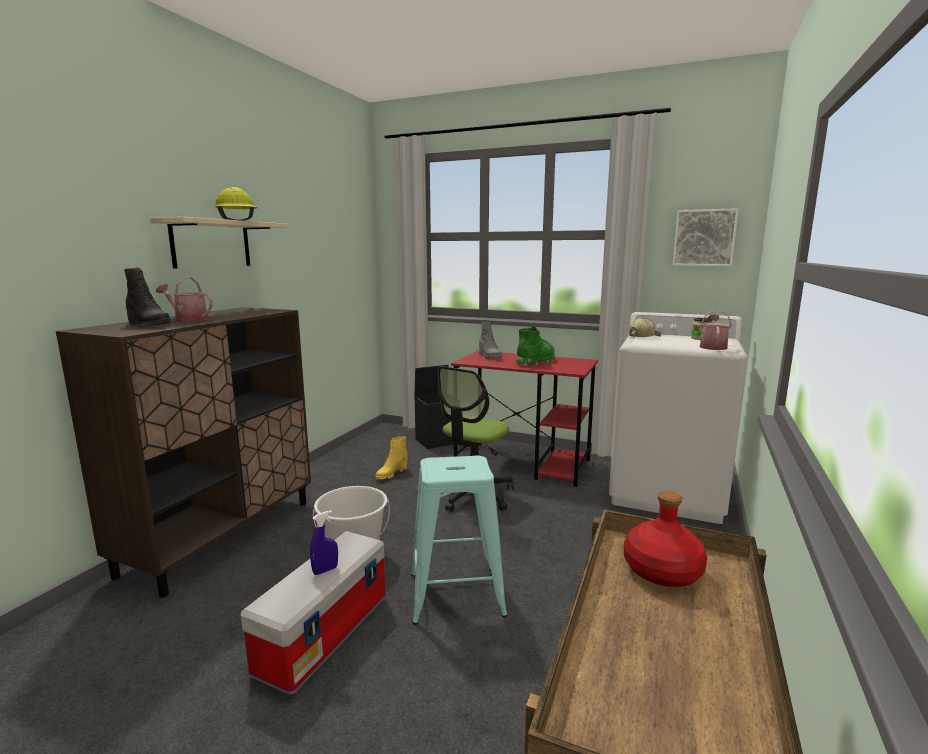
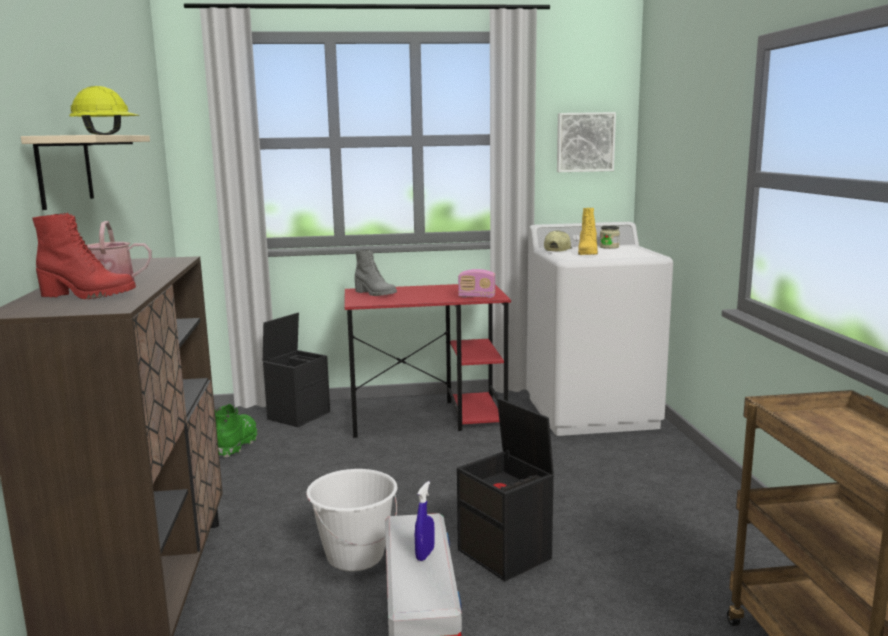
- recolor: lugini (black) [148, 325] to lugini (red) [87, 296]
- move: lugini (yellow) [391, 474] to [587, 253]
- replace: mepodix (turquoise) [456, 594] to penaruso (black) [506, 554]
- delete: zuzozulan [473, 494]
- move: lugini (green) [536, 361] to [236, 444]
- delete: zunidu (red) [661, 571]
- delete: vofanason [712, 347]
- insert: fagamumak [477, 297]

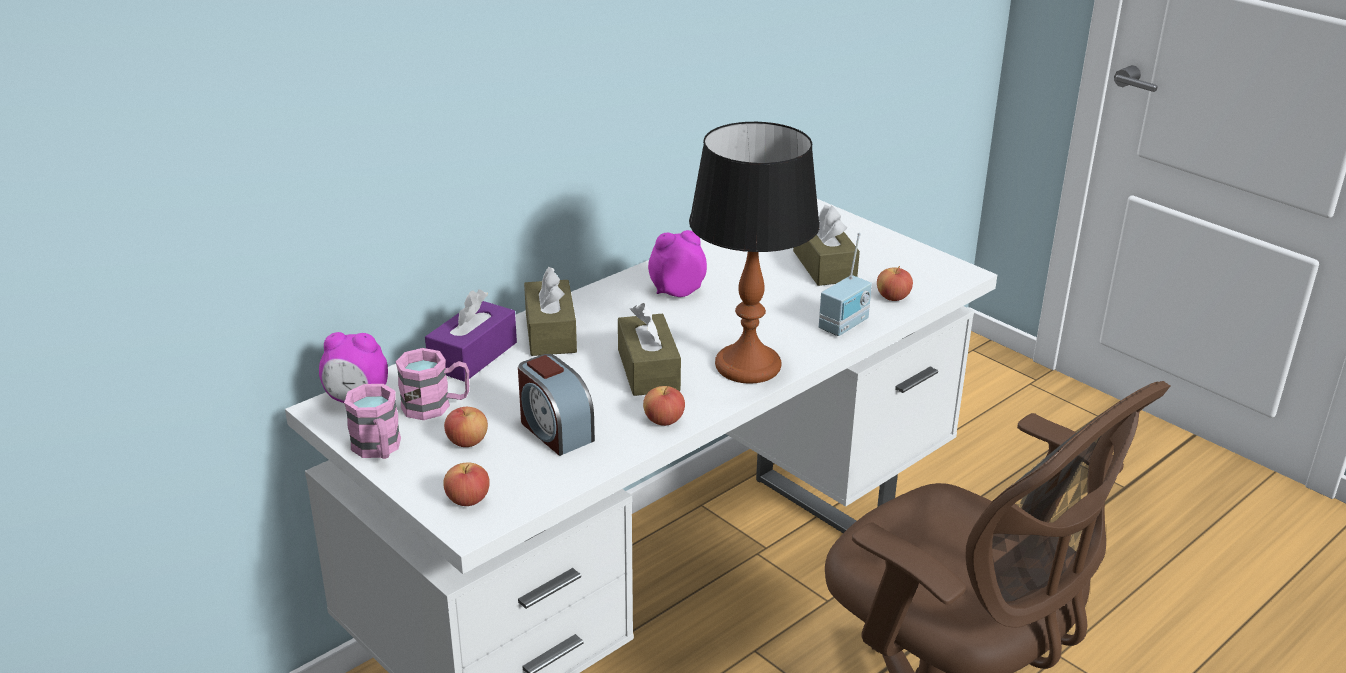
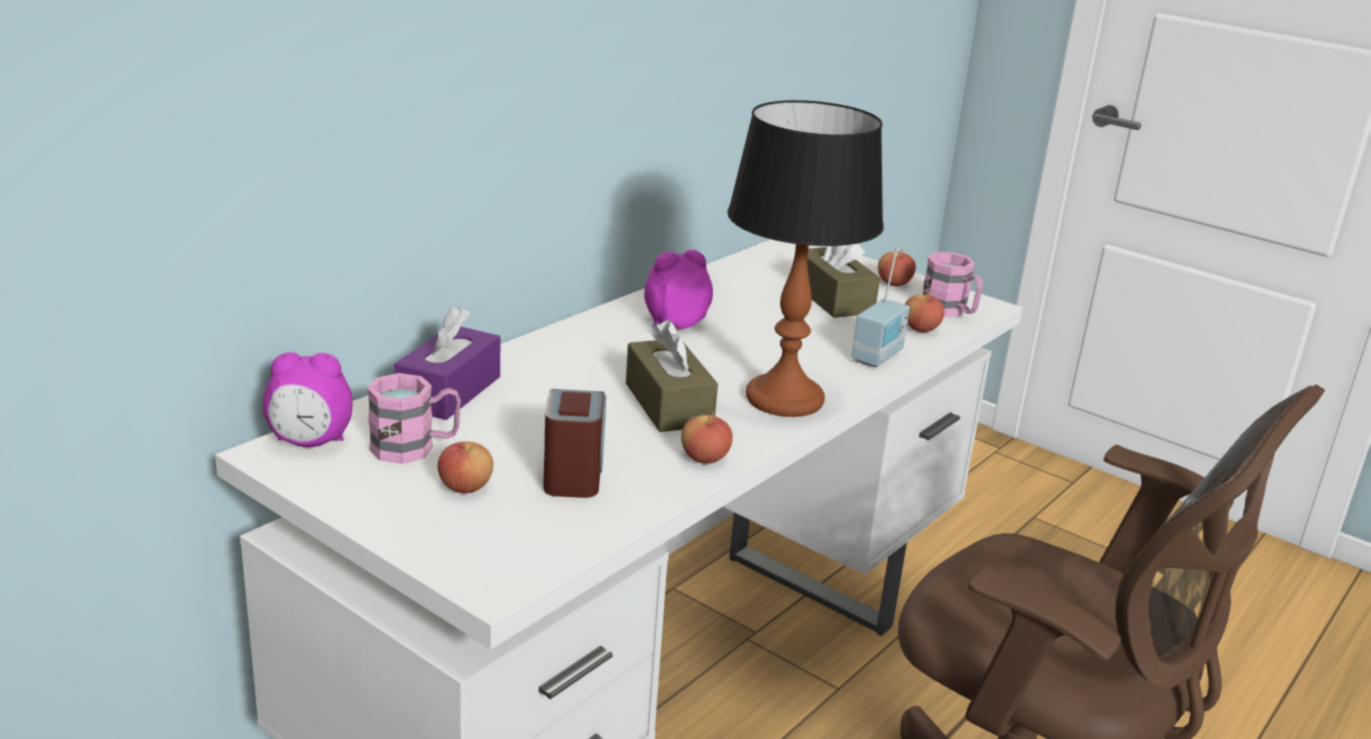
- move: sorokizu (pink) [378, 450] to [950, 311]
- move: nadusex [468, 500] to [894, 283]
- rotate: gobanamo [555, 430] = [574, 472] 135 degrees counterclockwise
- delete: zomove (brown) [550, 333]

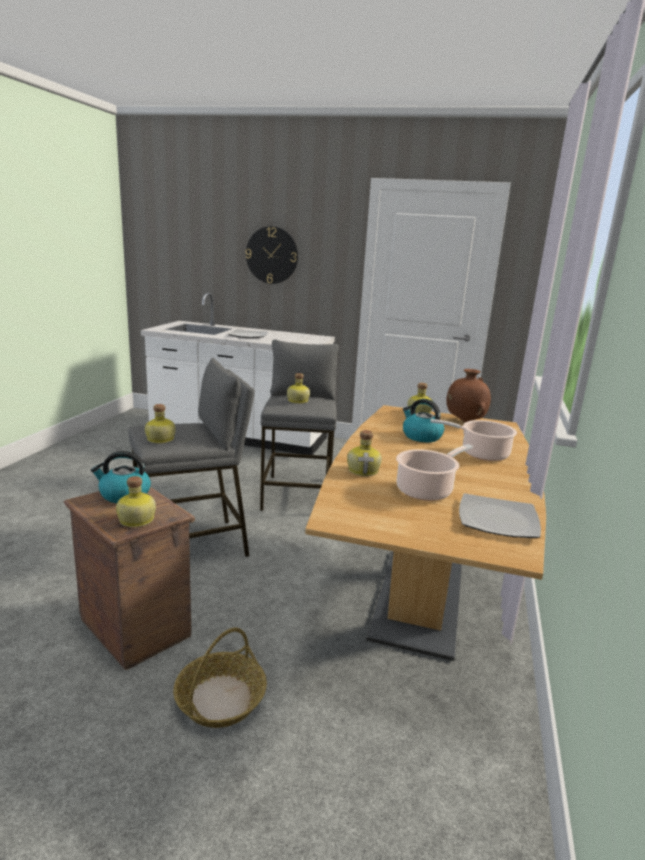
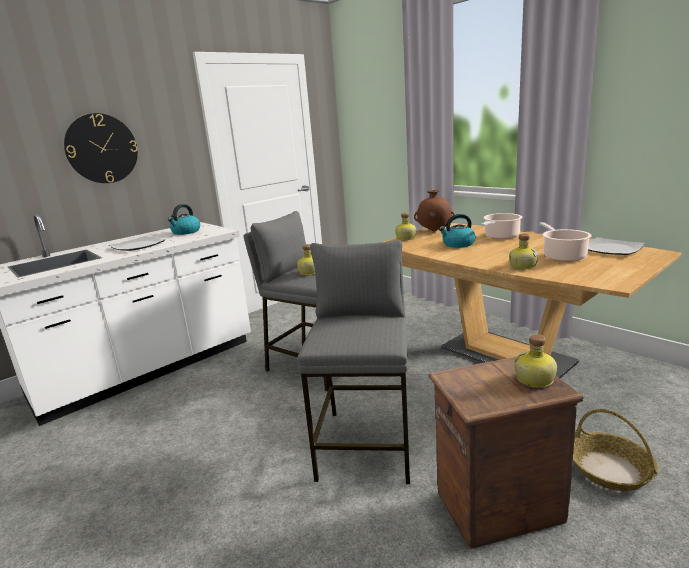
- move: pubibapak [124, 495] to [186, 232]
- delete: zunidu [159, 439]

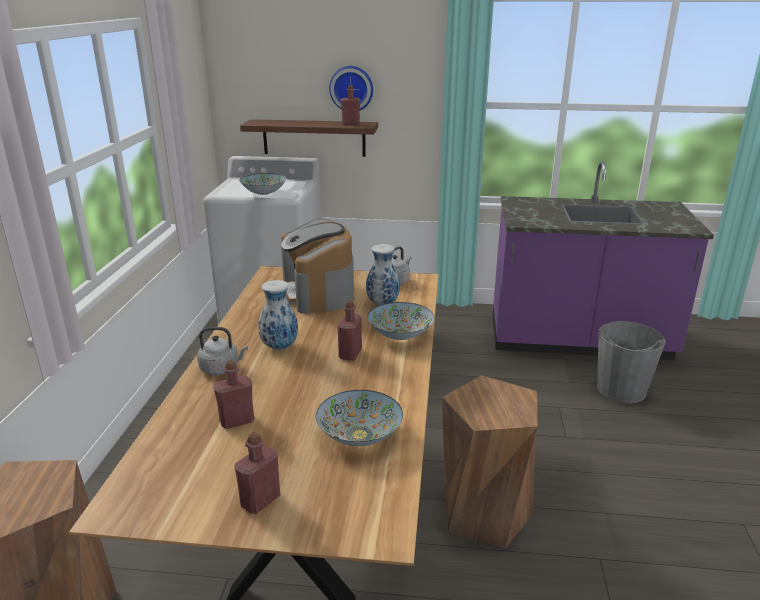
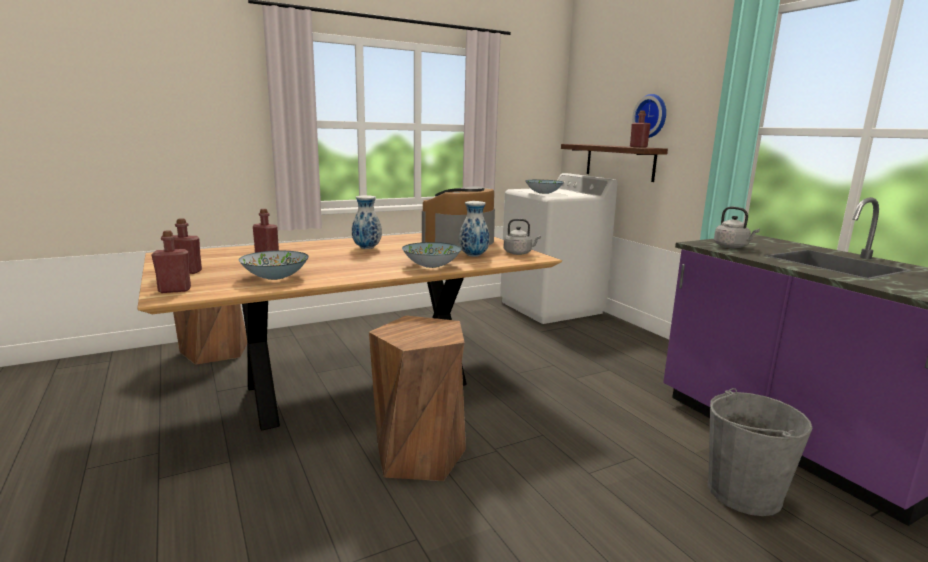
- move: pubibapak (grey) [222, 369] to [732, 247]
- move: zunidu (red) [350, 354] to [174, 290]

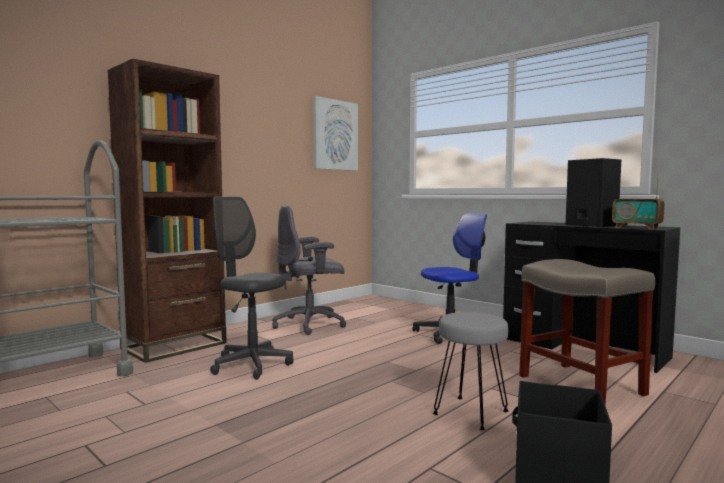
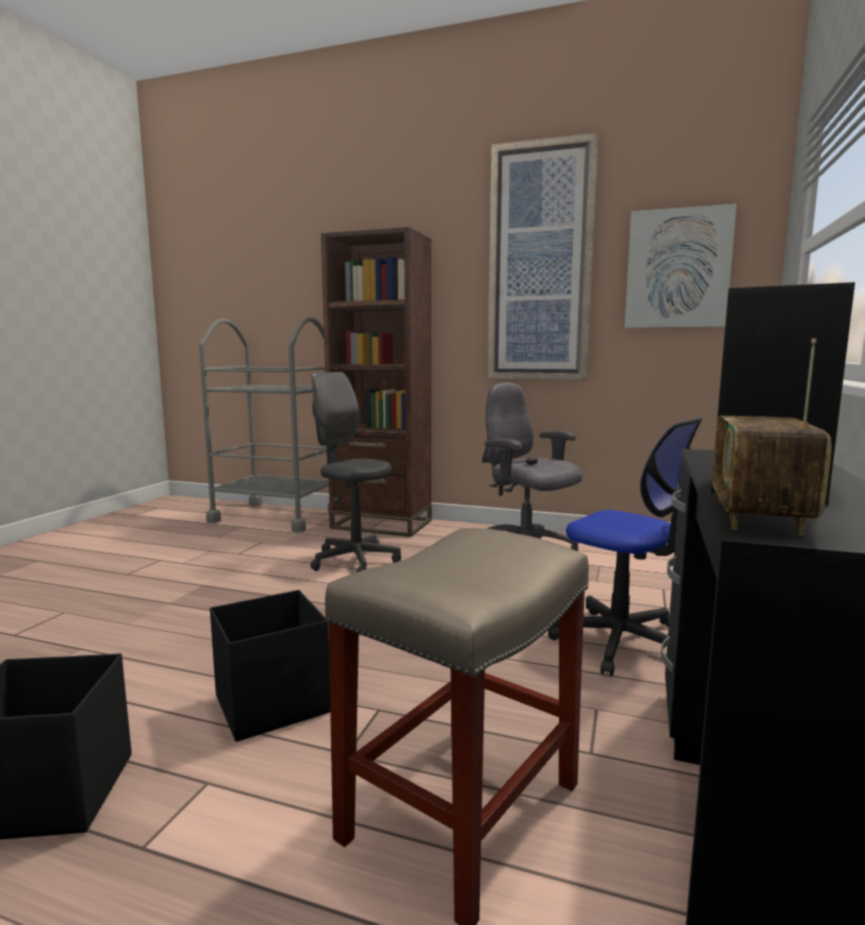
- rotate: zuzozulan (grey) [251, 365] = [355, 561] 60 degrees counterclockwise
- replace: mepodix (grey) [471, 413] to penaruso (black) [270, 704]
- insert: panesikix [540, 264]

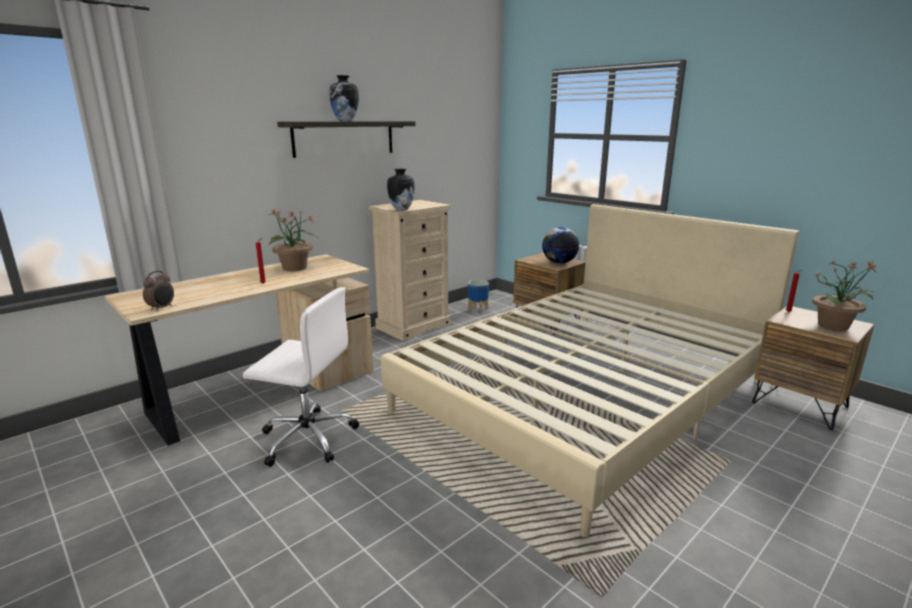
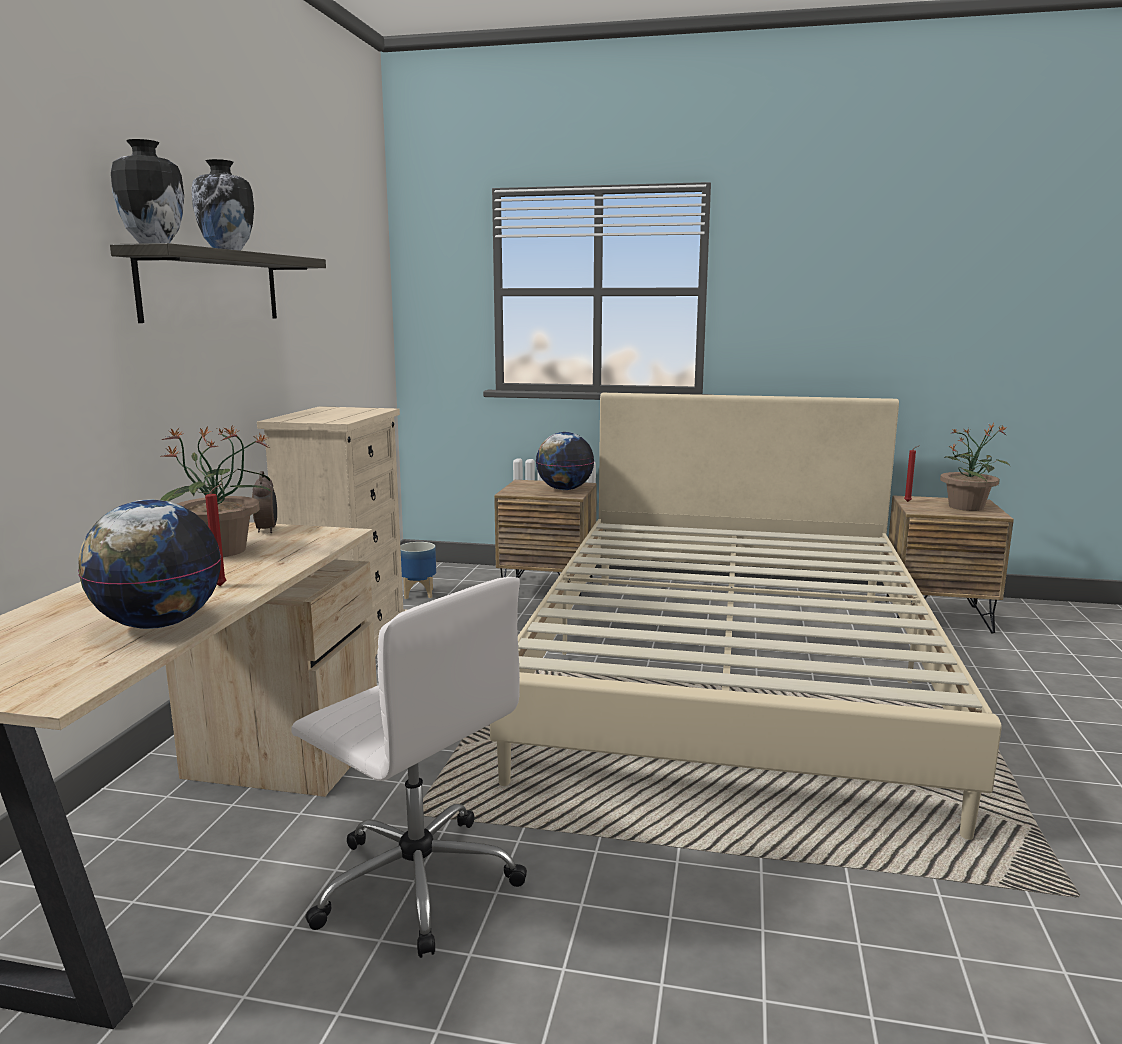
- move: gobanamo [162, 308] to [267, 530]
- rotate: zuzozulan (white) [307, 438] = [416, 881] 60 degrees clockwise
- move: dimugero [401, 209] to [153, 244]
- insert: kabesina [158, 624]

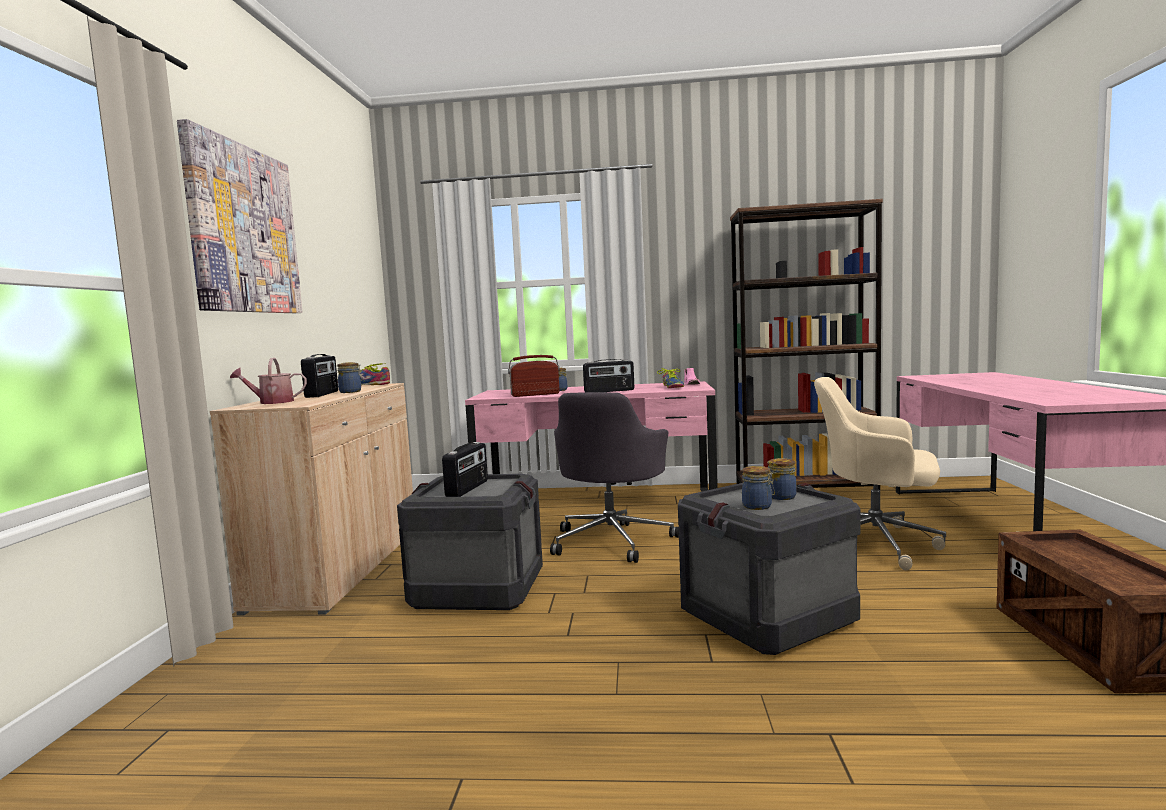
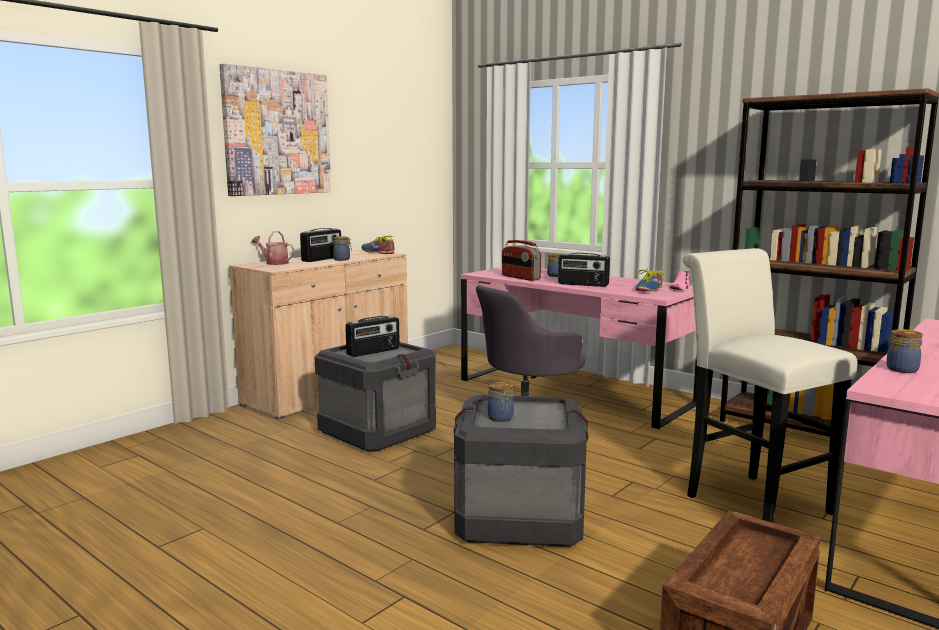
- rotate: fagamumak [535, 394] = [520, 278] 150 degrees counterclockwise
- move: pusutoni [780, 496] to [901, 369]
- replace: zuzozulan (beige) [877, 543] to mepodix (white) [750, 500]

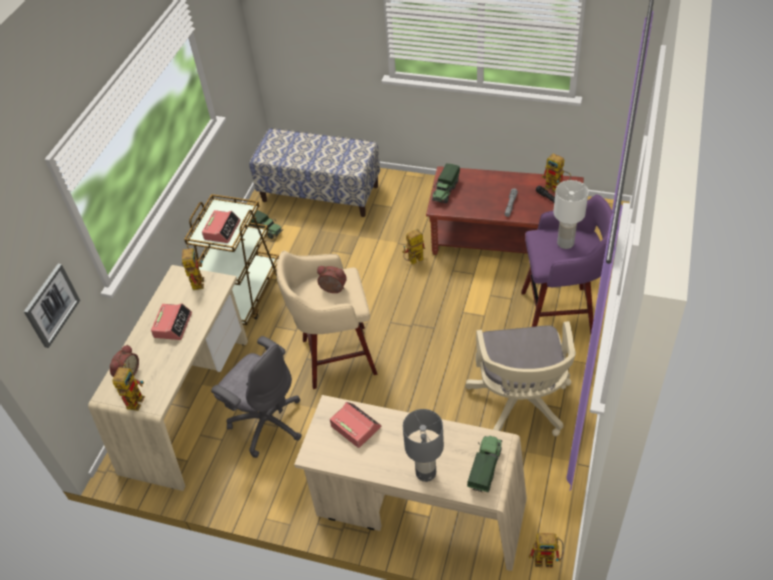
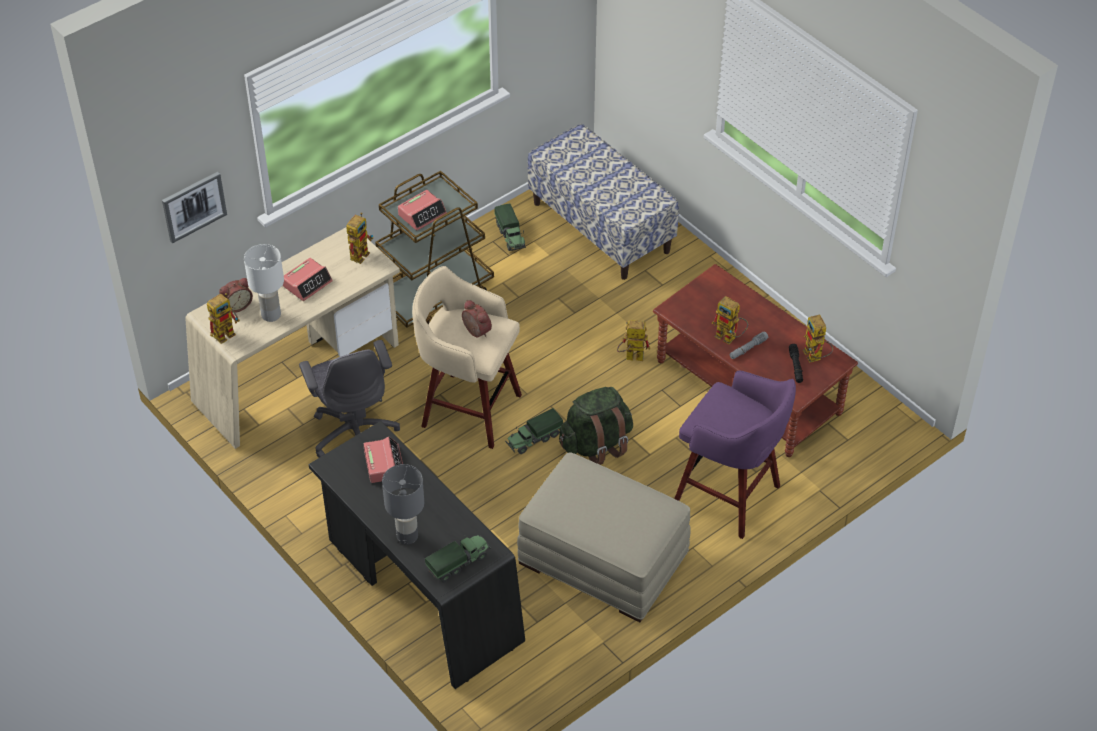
- recolor: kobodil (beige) [419, 511] to kobodil (black) [420, 592]
- move: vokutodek [445, 191] to [534, 439]
- replace: zuzozulan (beige) [520, 404] to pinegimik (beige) [602, 558]
- move: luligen [548, 559] to [730, 337]
- move: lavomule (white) [566, 243] to [271, 315]
- insert: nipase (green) [596, 444]

